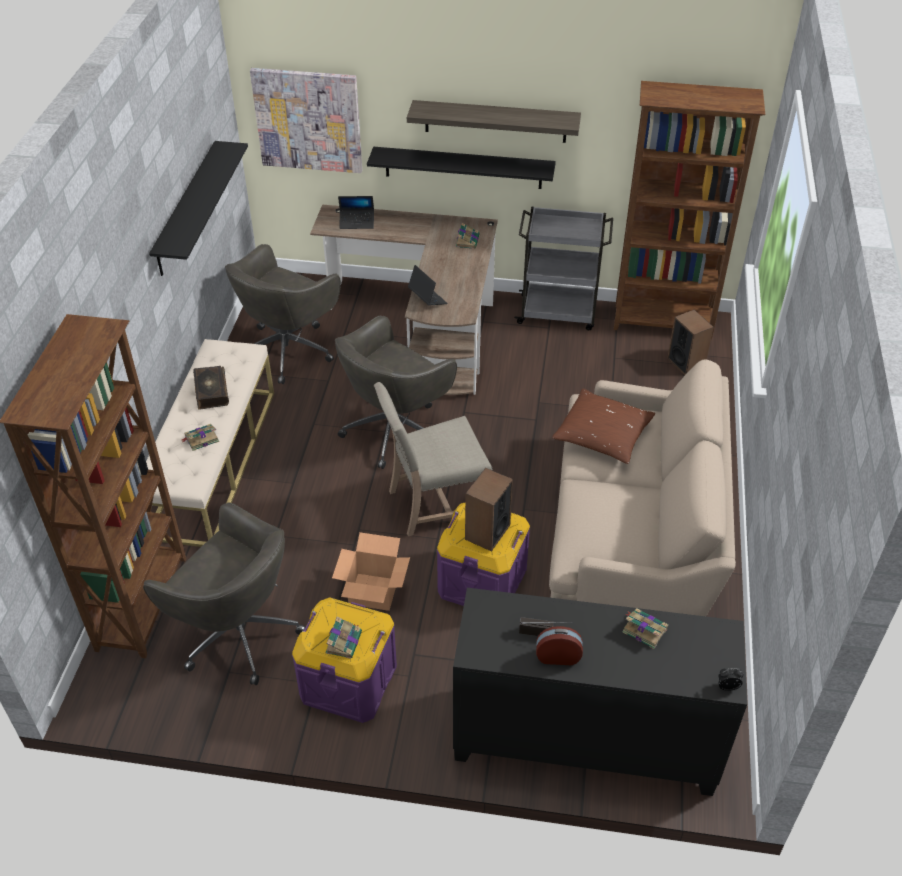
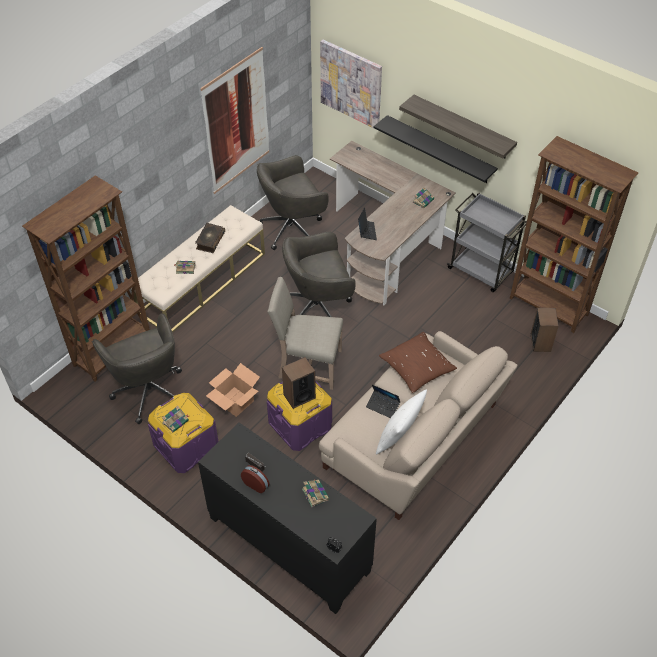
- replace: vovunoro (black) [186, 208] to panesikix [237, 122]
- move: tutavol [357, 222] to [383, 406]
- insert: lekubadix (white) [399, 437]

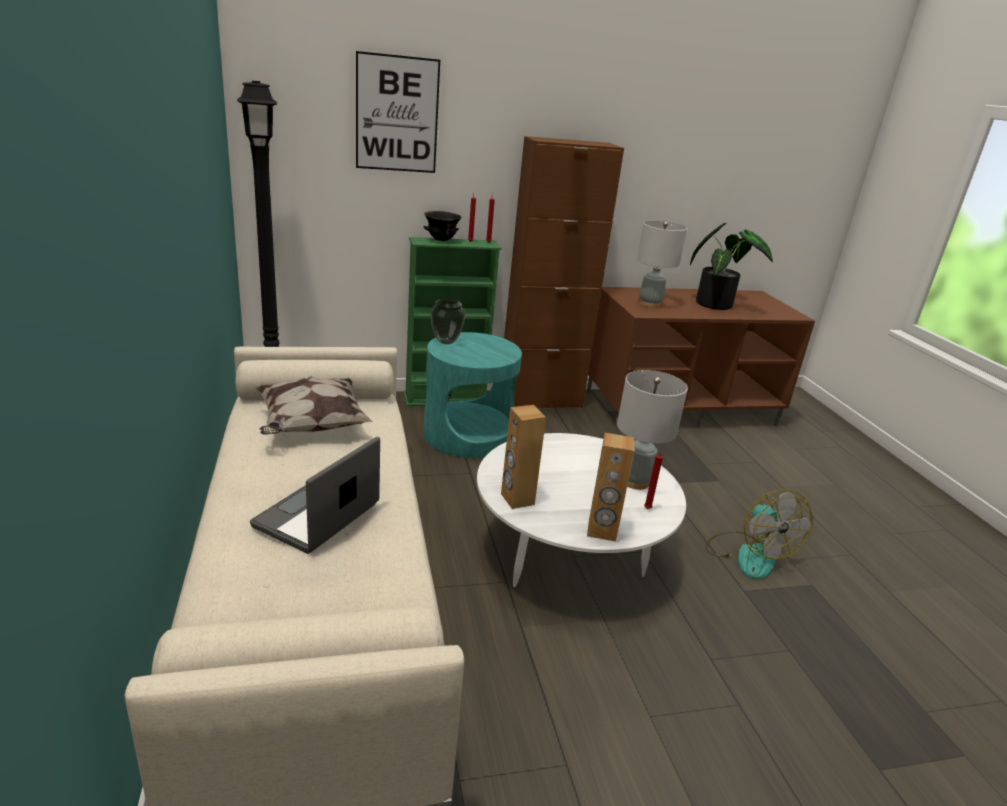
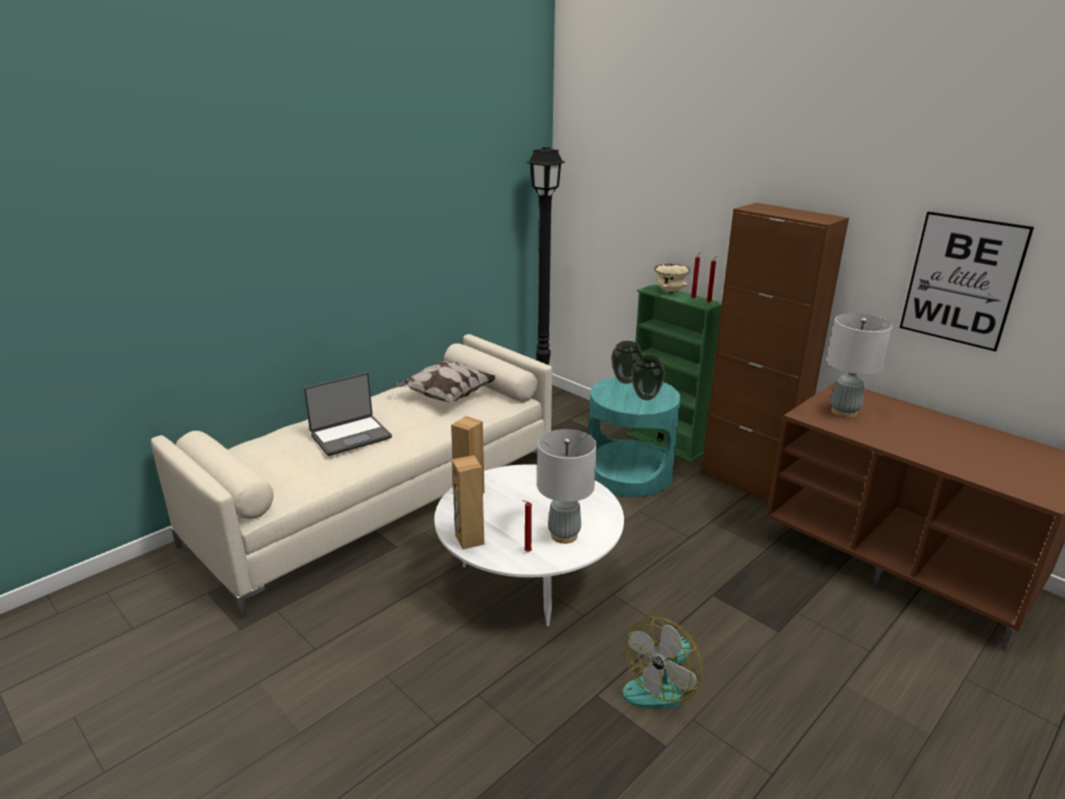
- rotate: tutavol [318, 516] = [350, 436] 150 degrees clockwise
- move: panesikix [397, 114] to [962, 280]
- recolor: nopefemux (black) [441, 240] to nopefemux (beige) [669, 292]
- delete: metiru [717, 304]
- insert: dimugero [645, 397]

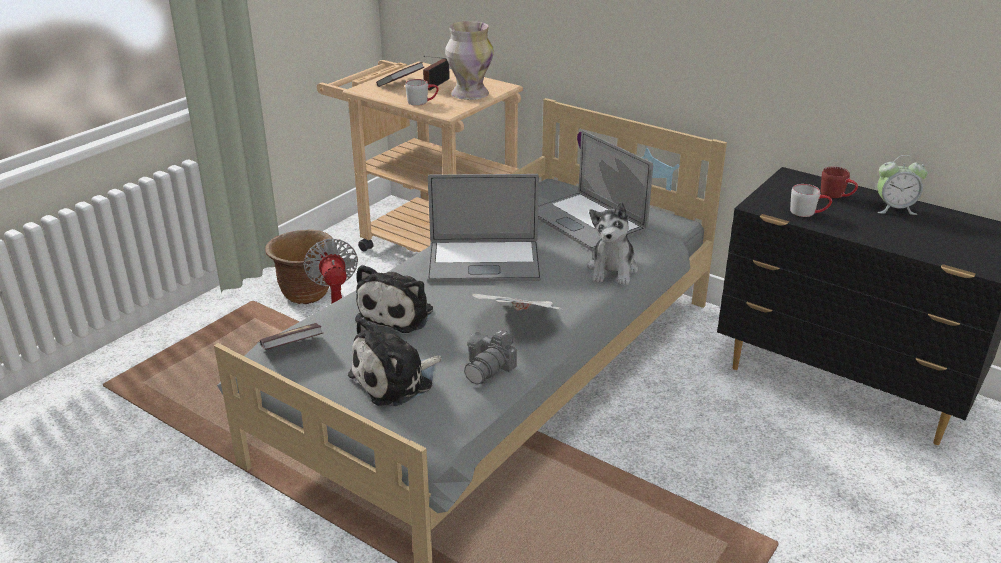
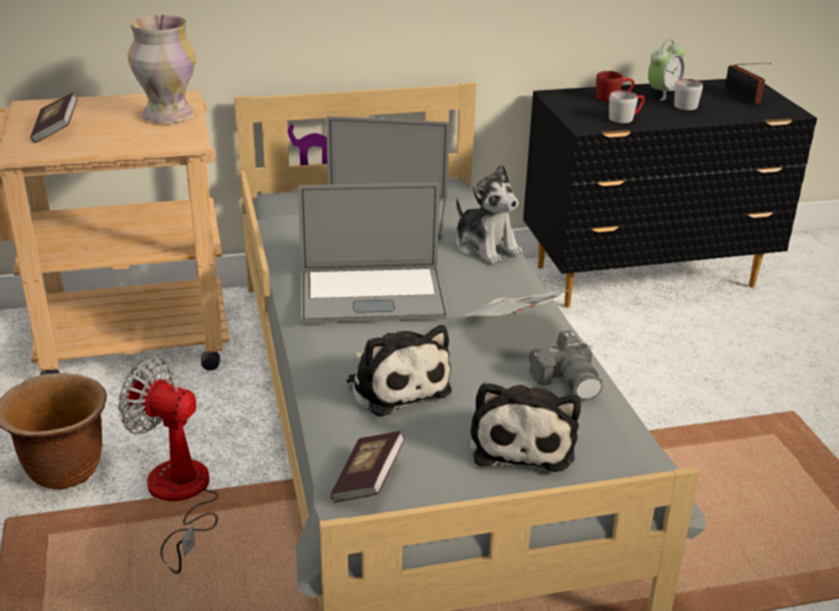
- move: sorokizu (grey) [422, 102] to [687, 104]
- move: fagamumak [435, 84] to [743, 97]
- rotate: tutavol [484, 262] = [372, 295] 45 degrees clockwise

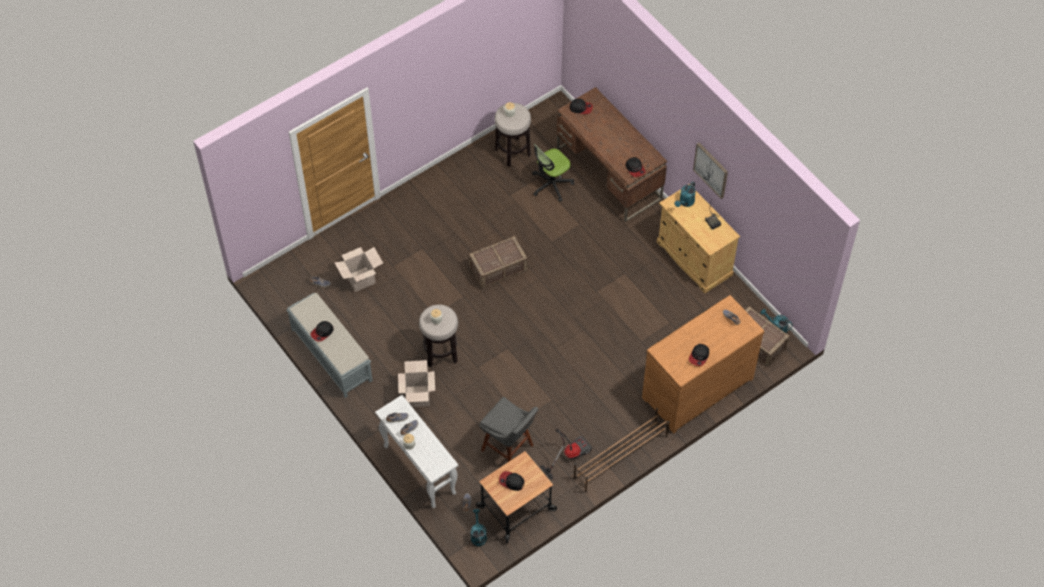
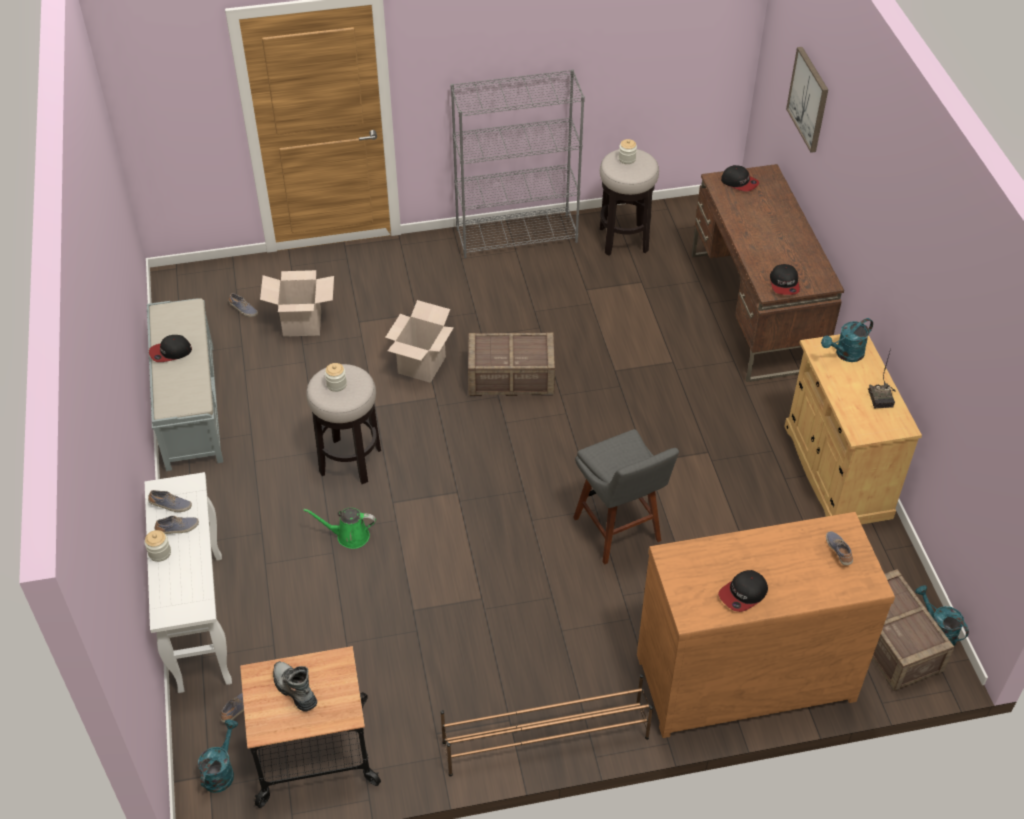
- move: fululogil [418, 396] to [421, 365]
- move: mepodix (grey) [509, 449] to [619, 533]
- replace: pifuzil [511, 481] to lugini [294, 690]
- delete: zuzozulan [551, 184]
- delete: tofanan [569, 455]
- move: panesikix [711, 170] to [809, 99]
- insert: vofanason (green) [349, 536]
- insert: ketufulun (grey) [517, 235]

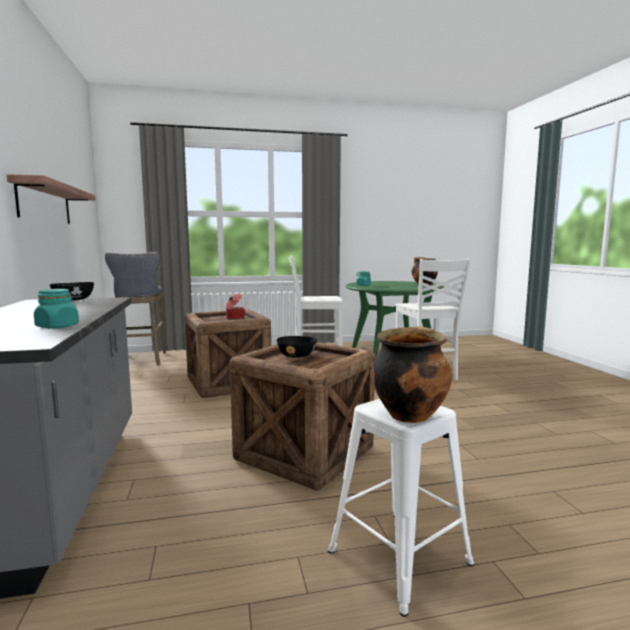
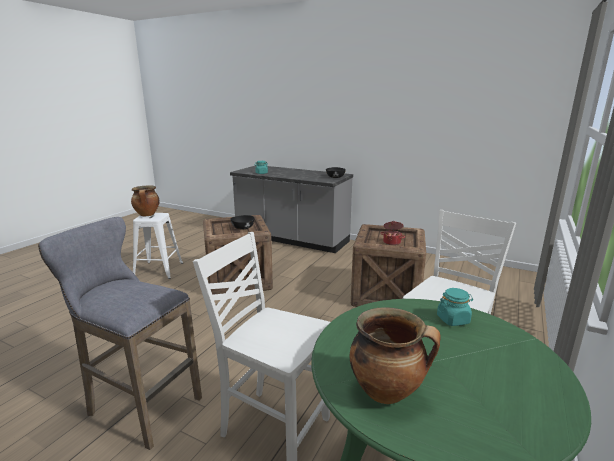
- delete: vovunoro [45, 203]
- move: mepodix (grey) [142, 360] to [140, 406]

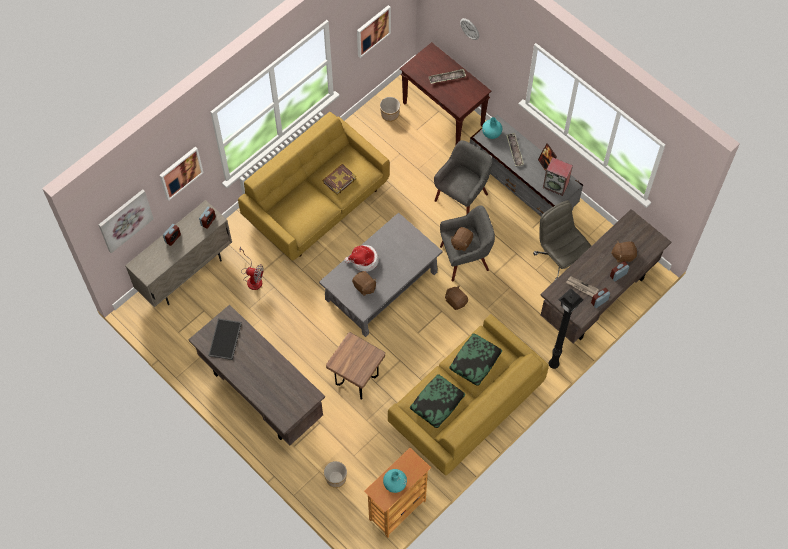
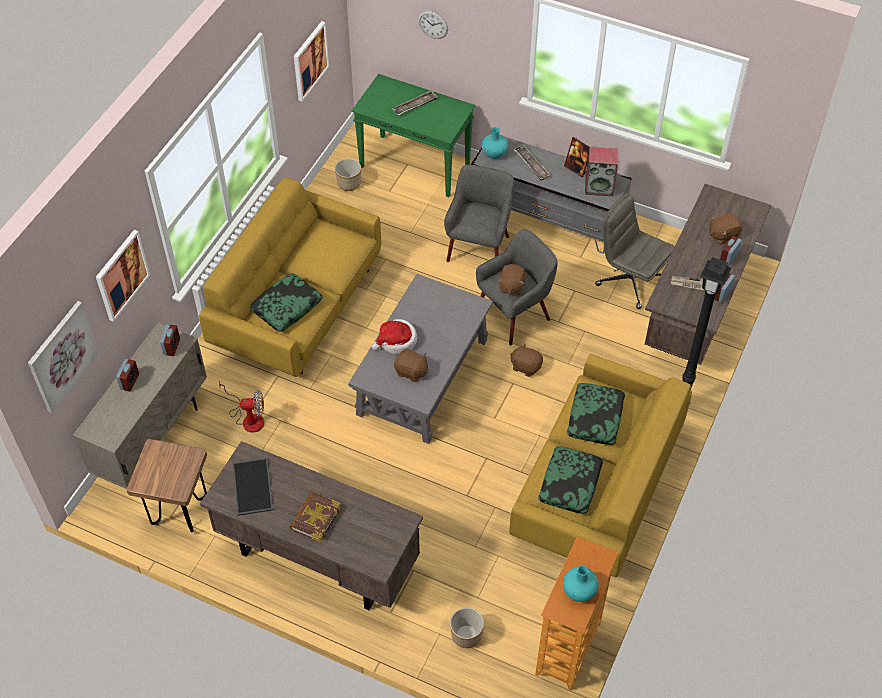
- move: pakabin [339, 180] to [315, 518]
- move: mepodix (brown) [357, 381] to [179, 511]
- recolor: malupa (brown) [444, 114] to malupa (green) [416, 166]
- insert: lekubadix [286, 307]

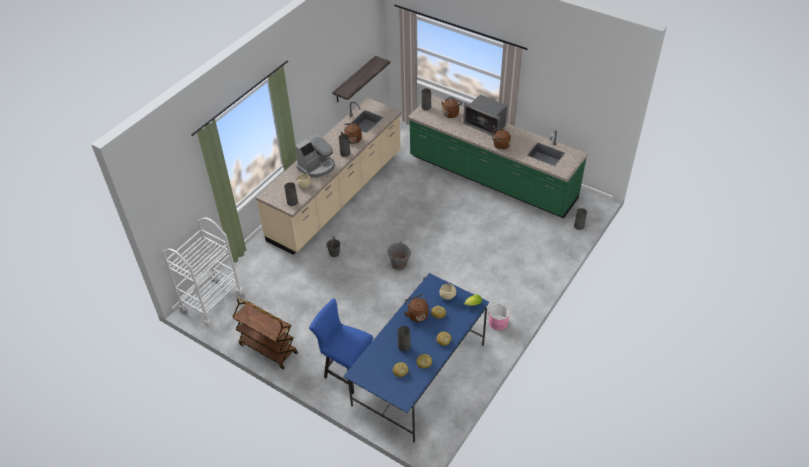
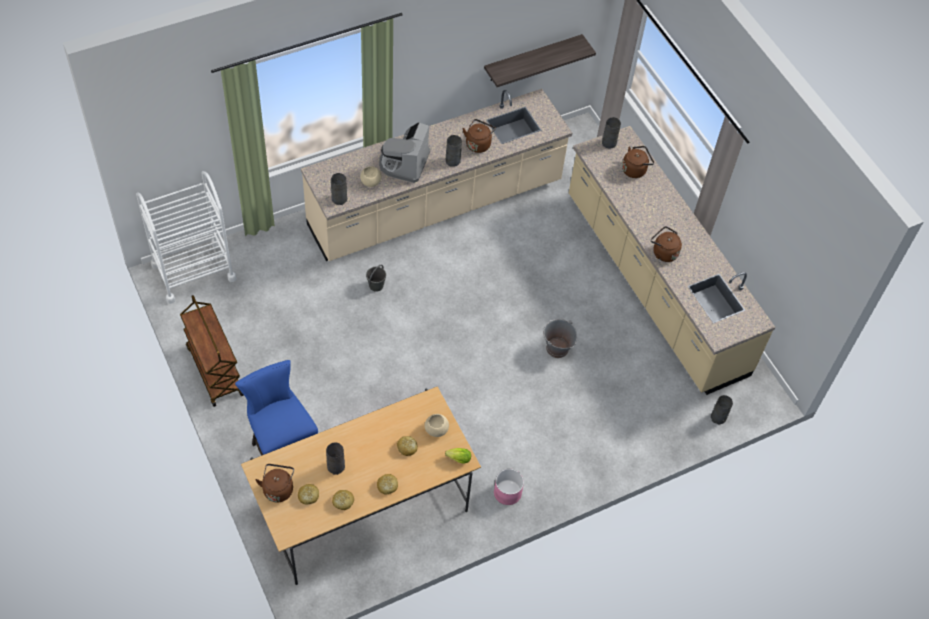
- rotate: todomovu [317, 167] = [404, 163] 120 degrees clockwise
- recolor: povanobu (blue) [419, 374] to povanobu (beige) [362, 504]
- move: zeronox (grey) [399, 264] to [557, 348]
- move: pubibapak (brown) [417, 314] to [278, 488]
- recolor: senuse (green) [491, 178] to senuse (beige) [654, 284]
- delete: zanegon [486, 125]

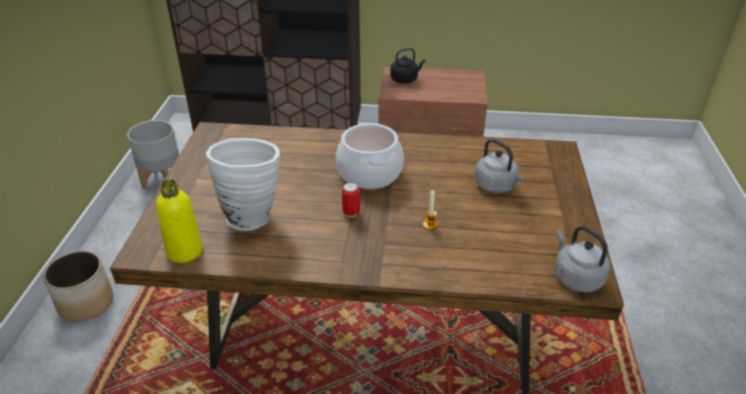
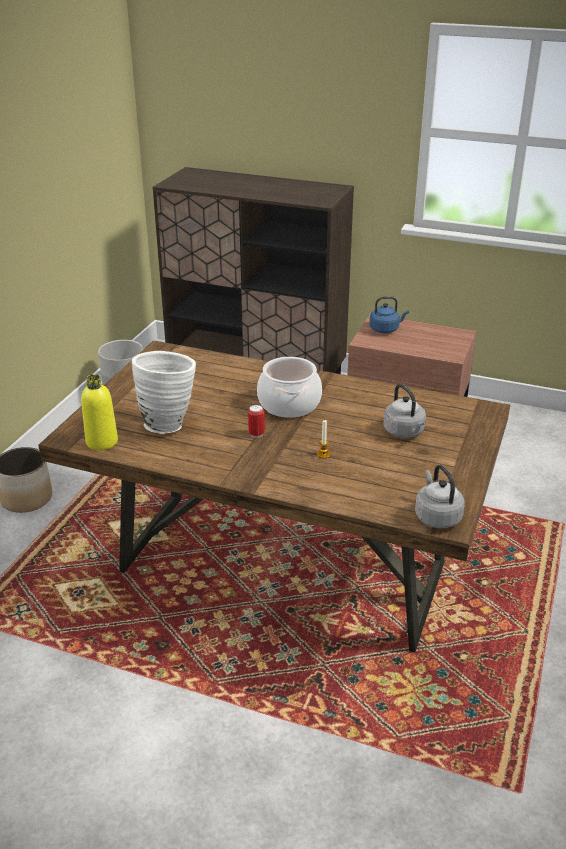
- recolor: pubibapak (black) [405, 79] to pubibapak (blue) [385, 329]

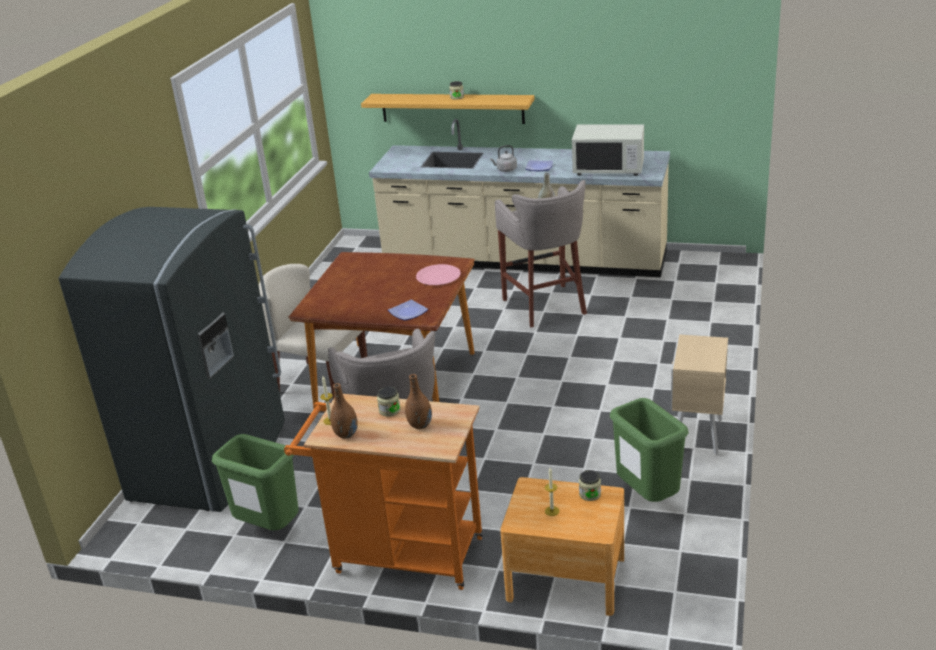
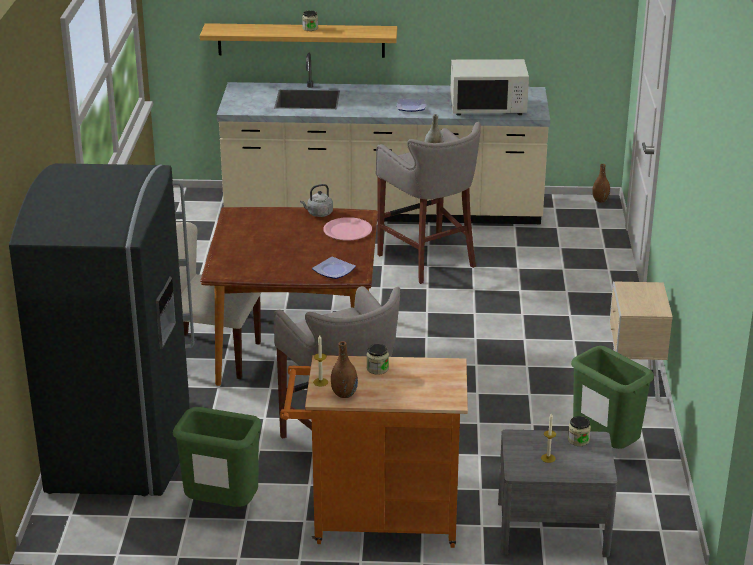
- move: dimugero (brown) [420, 425] to [600, 200]
- move: pubibapak (grey) [505, 170] to [318, 214]
- recolor: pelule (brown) [566, 578] to pelule (grey) [552, 528]

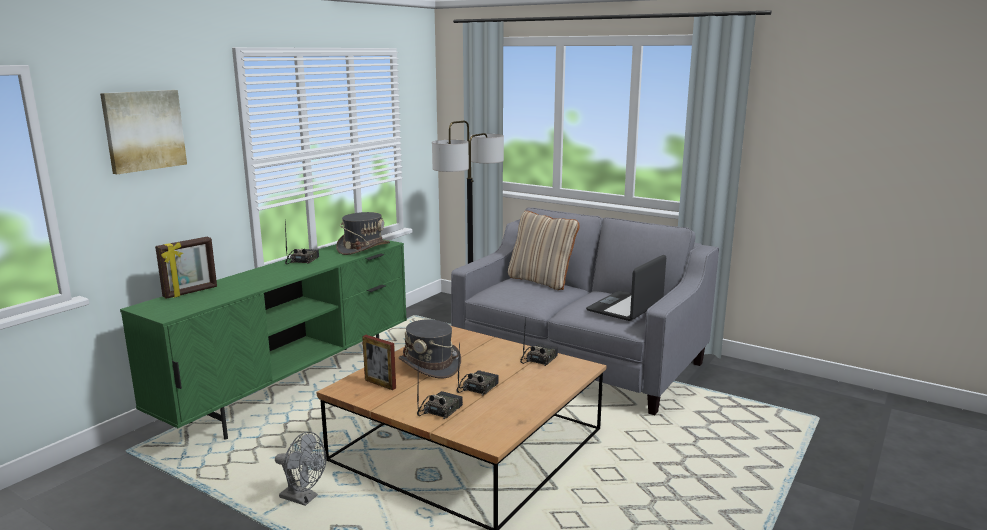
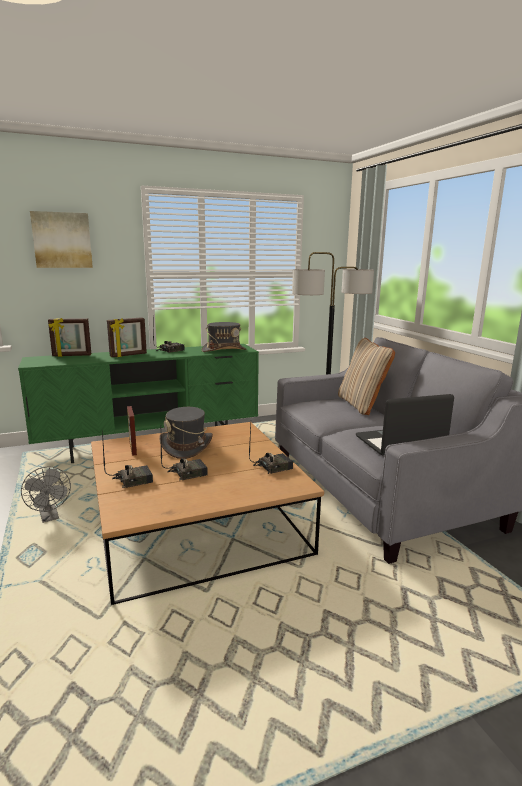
- insert: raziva [128, 355]

